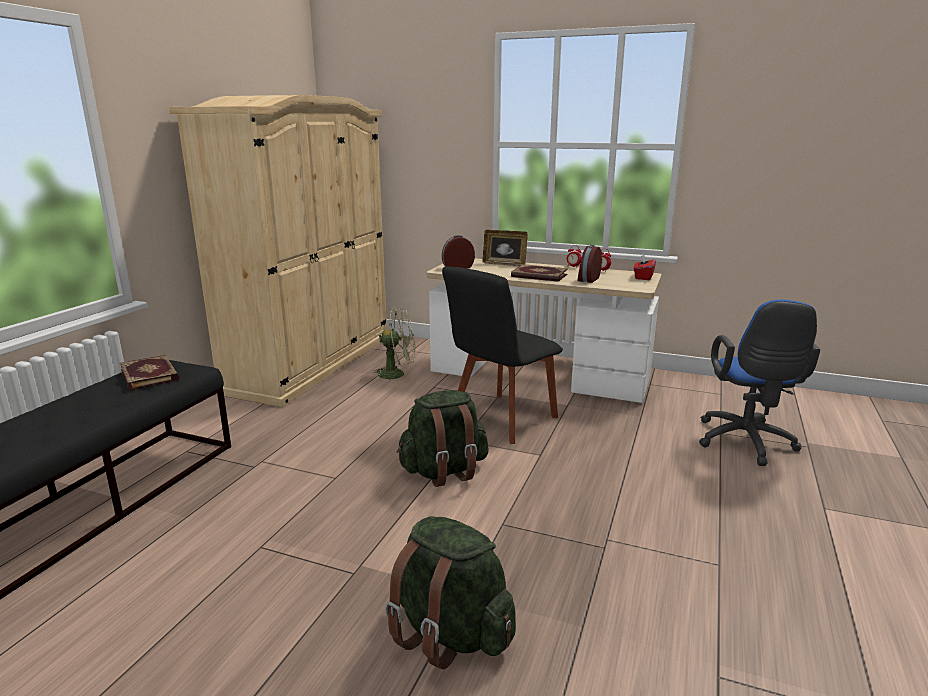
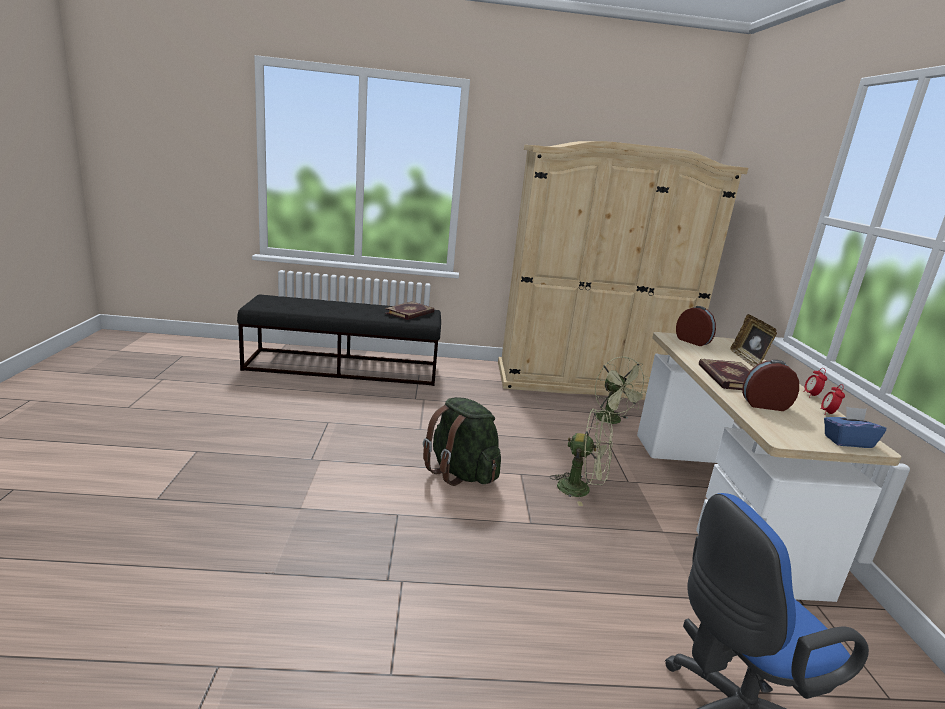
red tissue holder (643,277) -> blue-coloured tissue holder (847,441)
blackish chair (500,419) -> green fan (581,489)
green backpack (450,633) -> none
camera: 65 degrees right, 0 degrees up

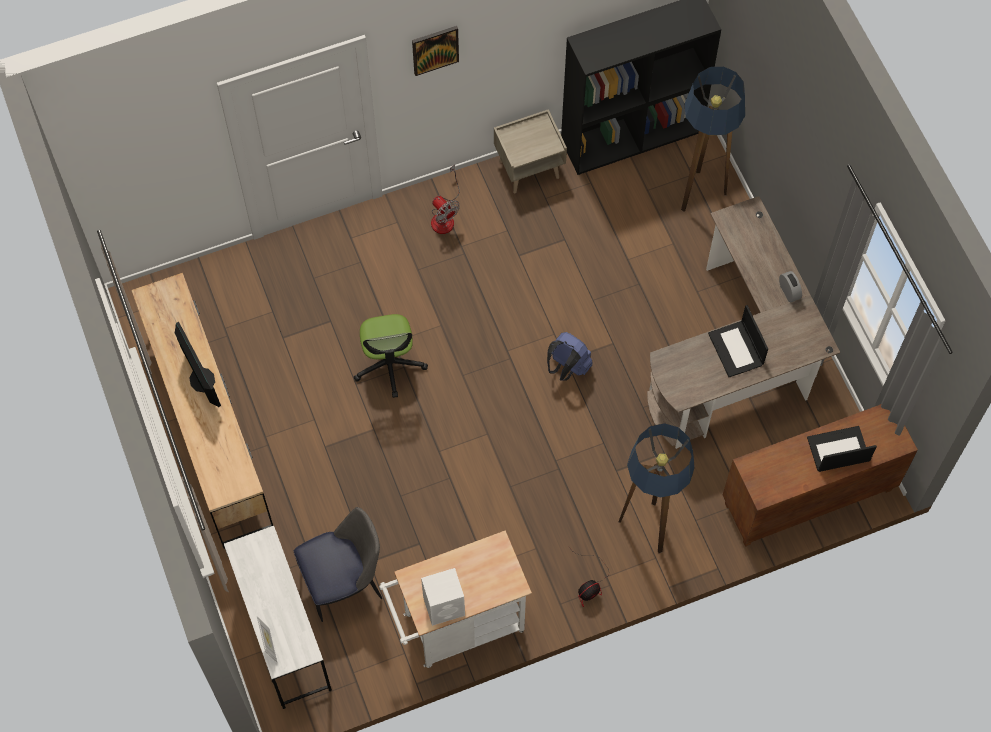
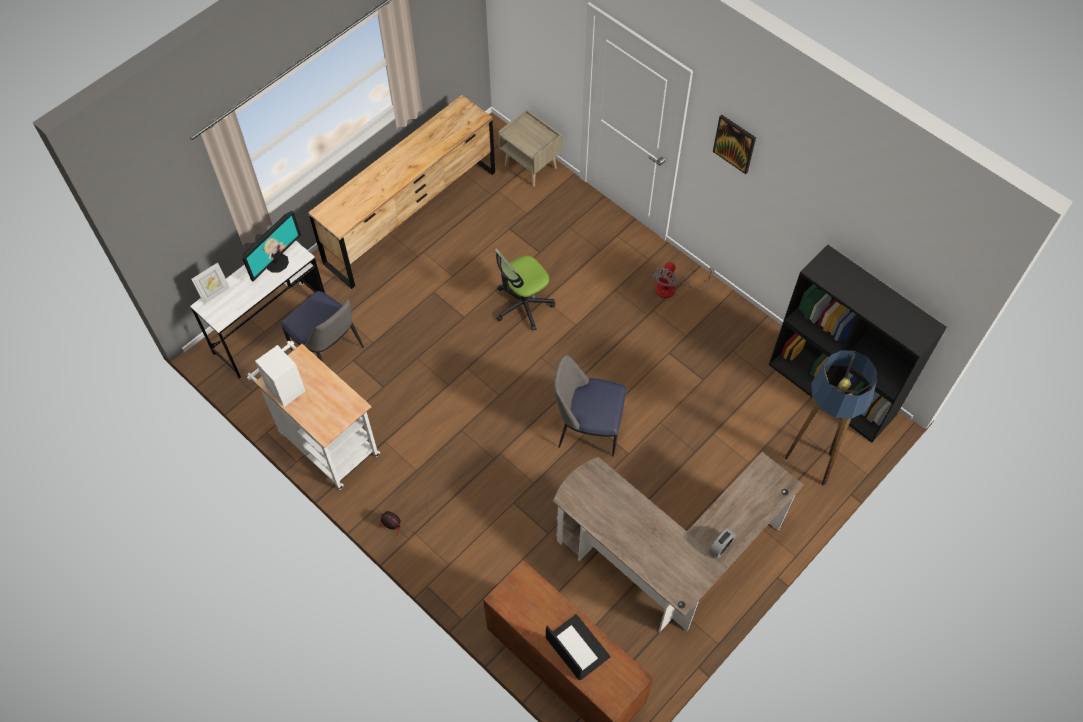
beige nightstand (529,168) -> beige nightstand (531,166), move
portable computer (736,349) -> none
computer screen (201,380) -> computer screen (277,262), move
blue-coloured backpack (567,367) -> chair (587,428)
standing lamp (647,530) -> none
camera: 65 degrees right, 5 degrees down

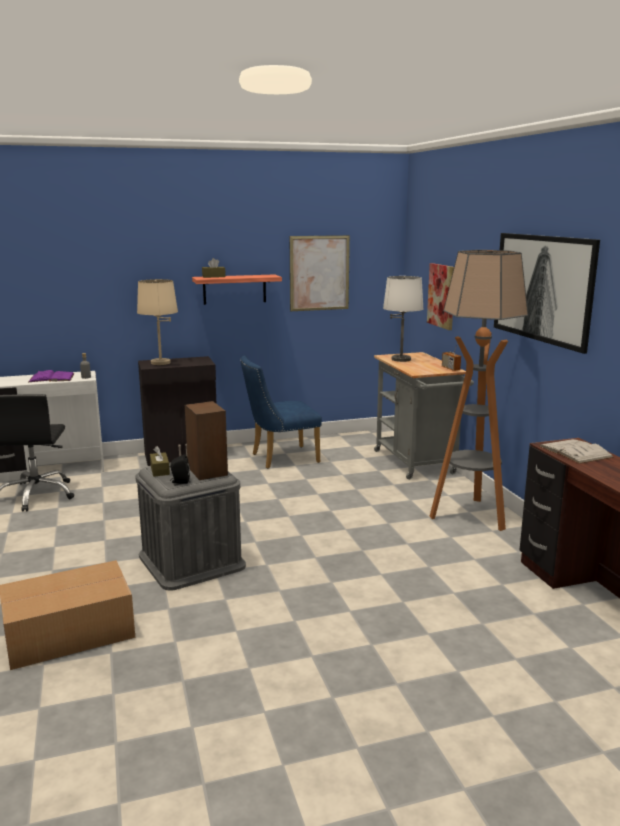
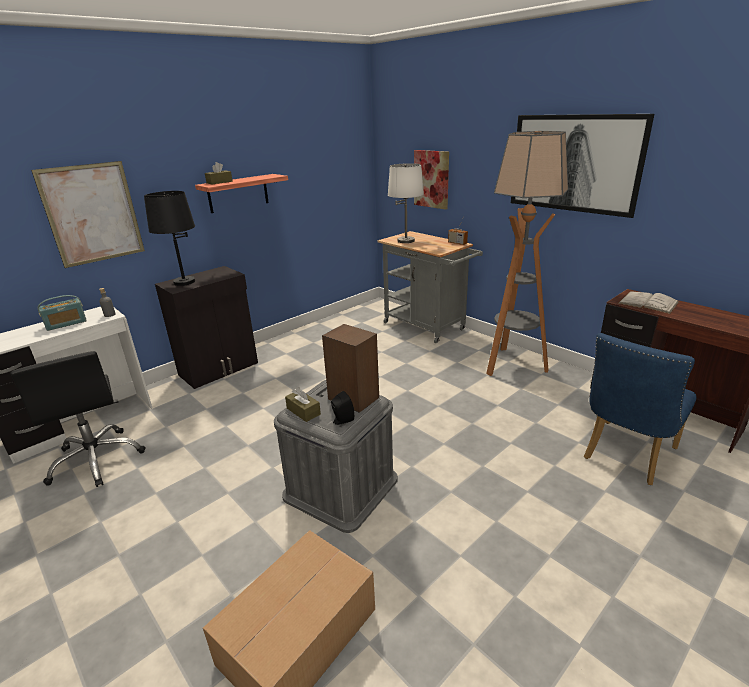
picture (319,273) -> picture (92,214), move
beige table lamp (160,363) -> blackish table lamp (184,282)
blue-coloured chair (280,458) -> blue-coloured chair (625,456), move
purple book (51,378) -> radio receiver (66,324)
camera: 25 degrees left, 10 degrees up

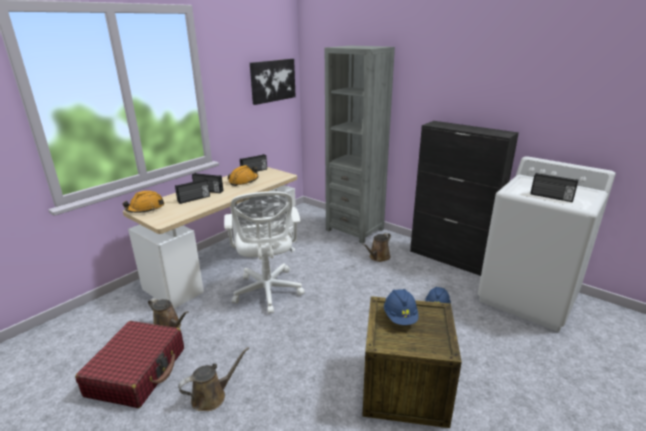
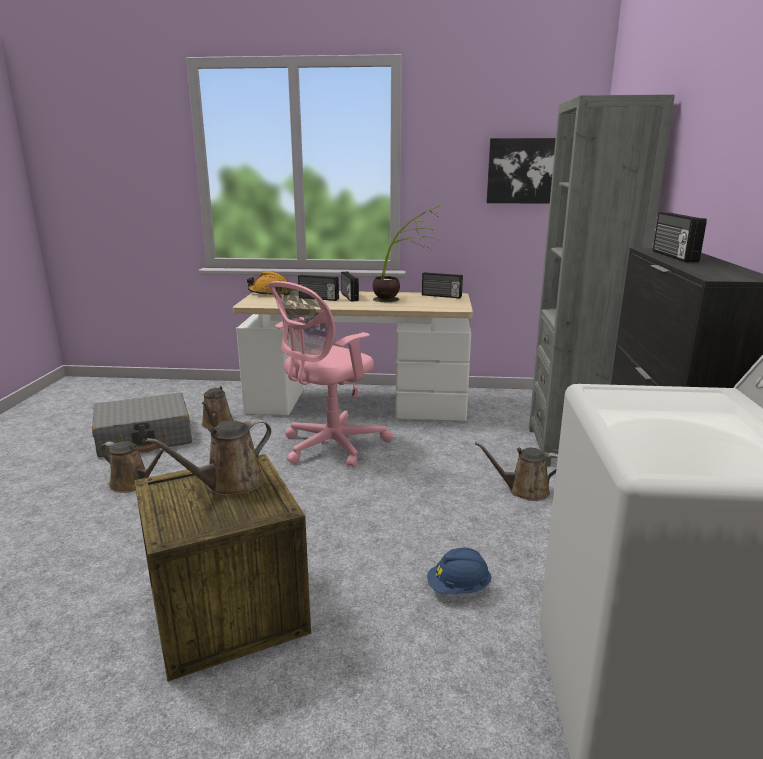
orangey safety helmet (243,181) -> potted plant (402,300)
radio receiver (551,197) -> radio receiver (673,256), move
white office chair (268,293) -> pinkish office chair (330,447)
blue-coloured safety helmet (400,317) -> brown-coloured watering can (229,484)
red travel case (137,371) -> grey travel case (145,437)
camera: 55 degrees right, 5 degrees down

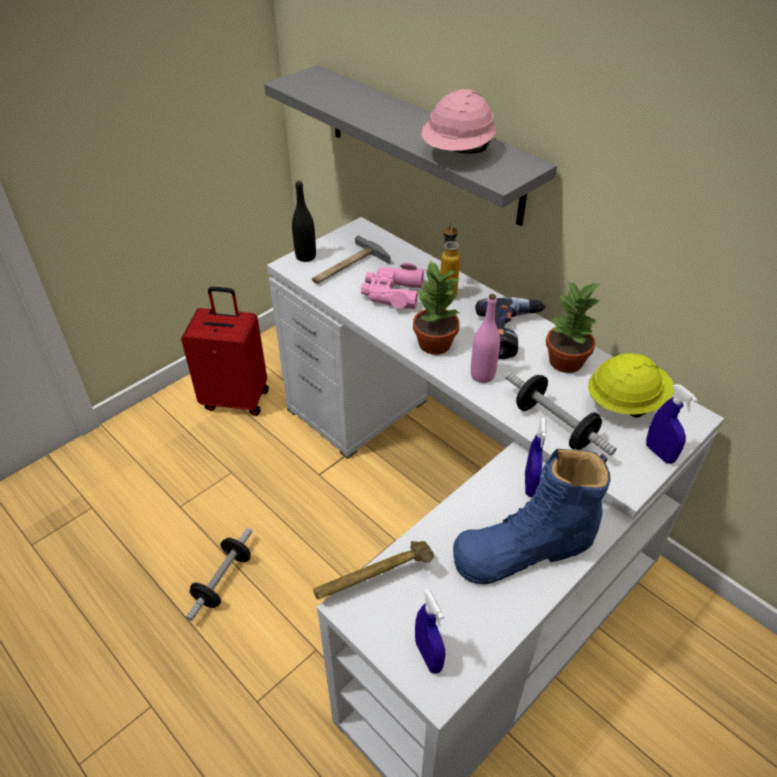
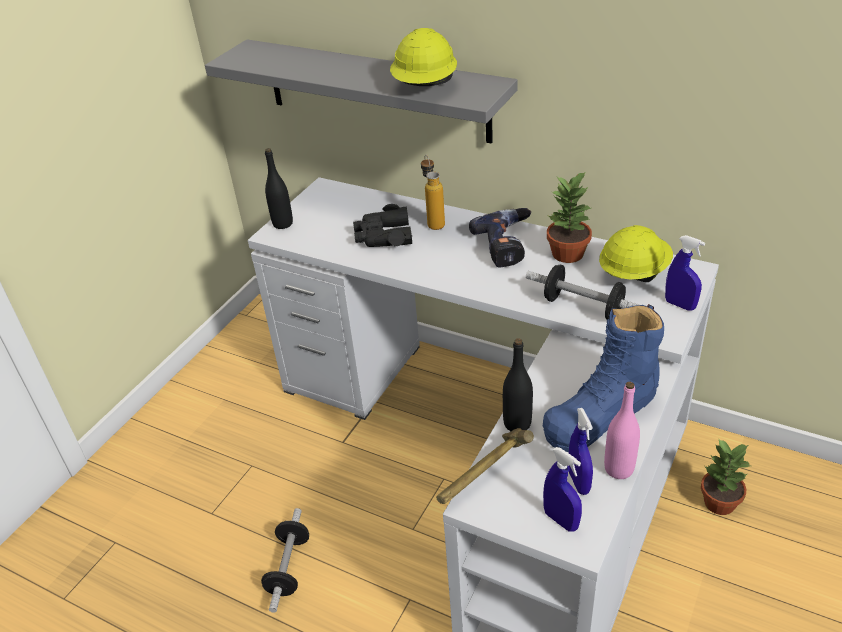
pinkish safety helmet (457,152) -> yellowish safety helmet (425,86)
hammer (347,267) -> none
potted plant (434,343) -> potted plant (718,502), move
pinkish pair of binoculars (392,293) -> blackish pair of binoculars (383,236)
red travel case (236,398) -> none
pinkish drink bottle (482,375) -> pinkish drink bottle (619,469), move
blue-coloured hand sprayer (530,485) -> blue-coloured hand sprayer (578,482), move
none -> blackish drink bottle (517,423)
camera: 15 degrees left, 5 degrees down

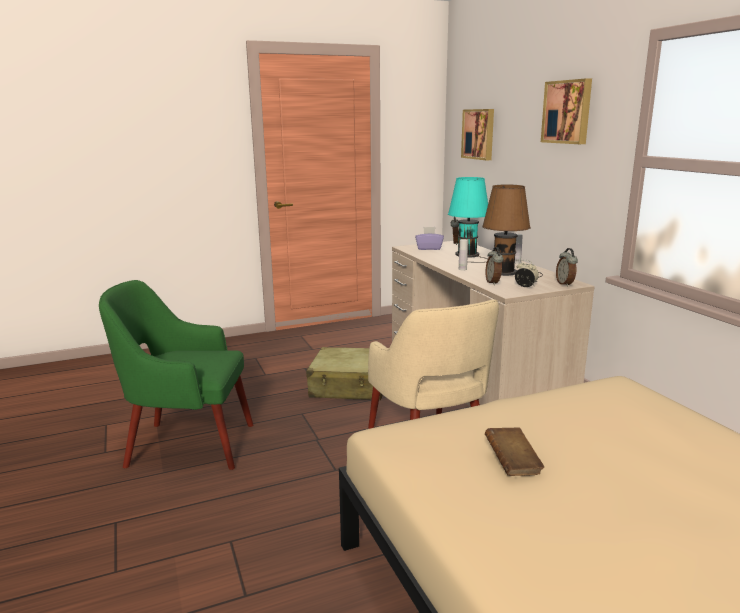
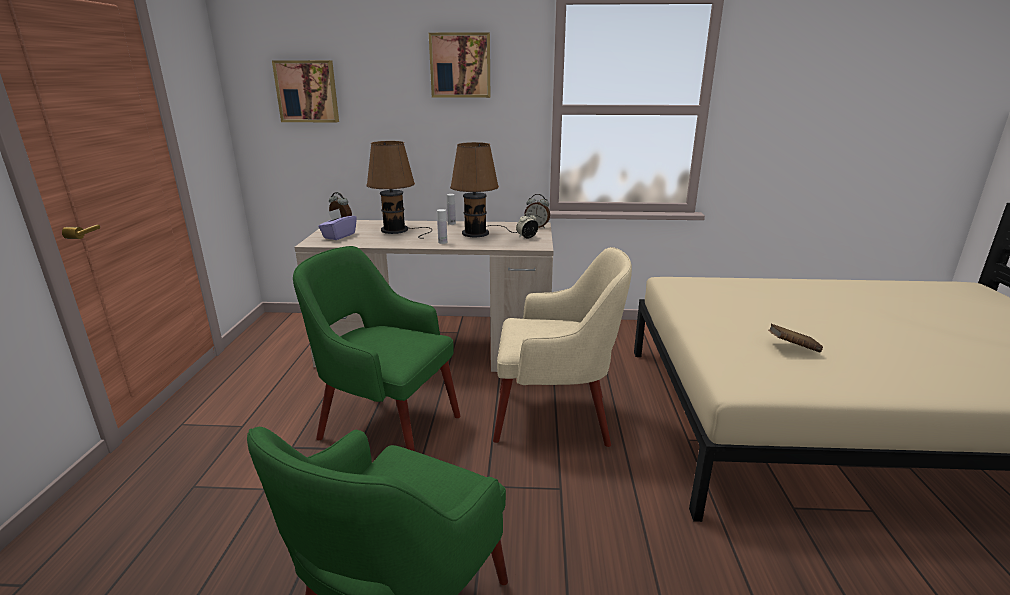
turquoise-coloured table lamp (468,255) -> brown-coloured table lamp (398,230)
table clock (493,283) -> none
beige travel case (350,386) -> green easy chair (386,426)
camera: 65 degrees left, 5 degrees up

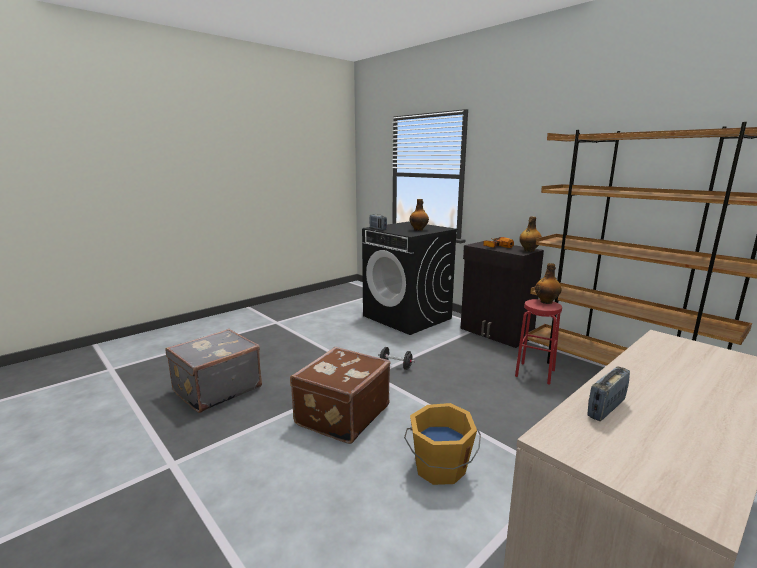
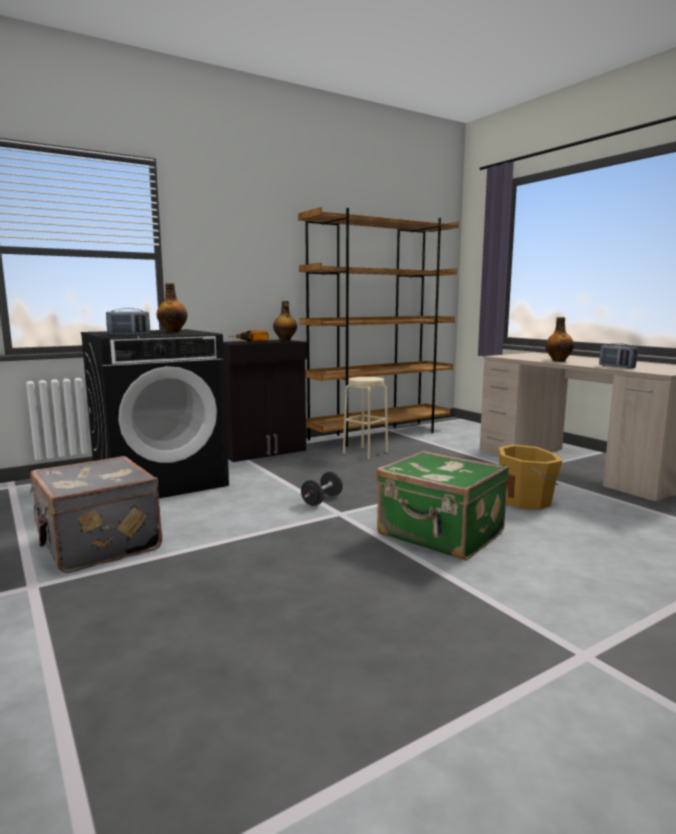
drink bottle (546,302) -> drink bottle (558,361), move
red sitting stool (535,373) -> beige sitting stool (365,453)
grey travel case (216,389) -> grey travel case (97,545), move
brown-coloured travel case (341,415) -> green travel case (440,535)
camera: 80 degrees left, 5 degrees down

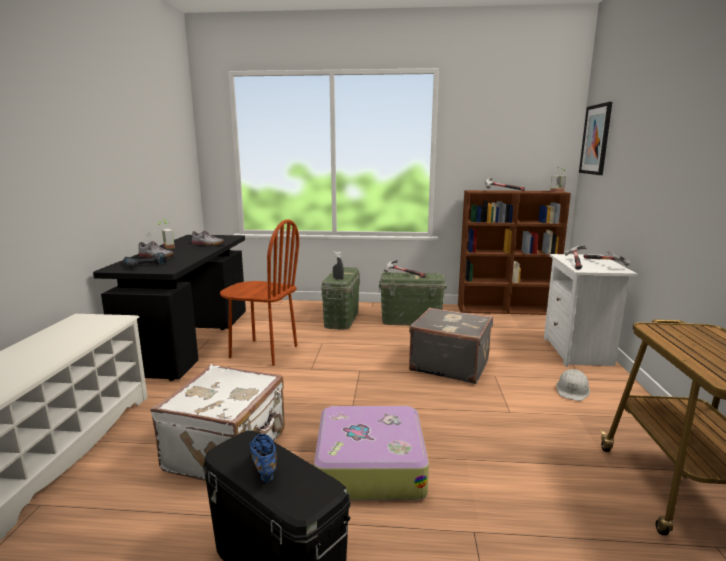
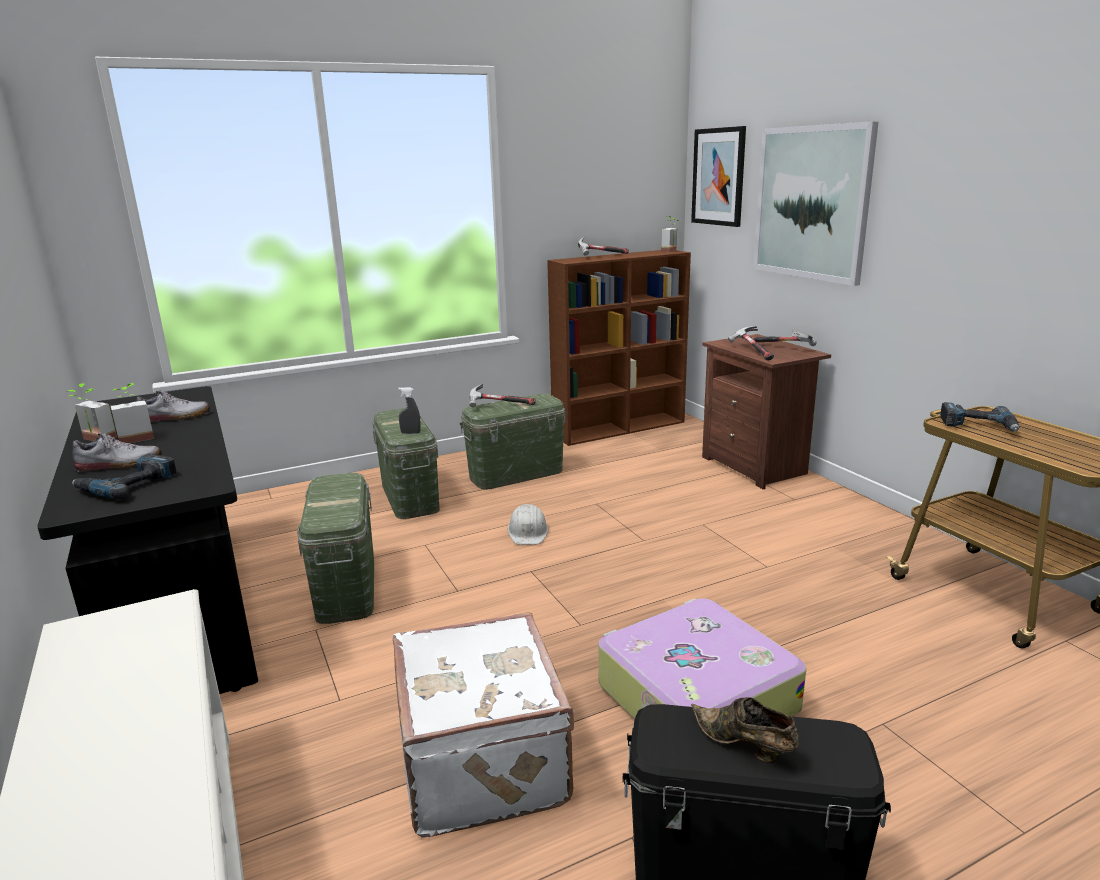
brown-coloured chair (263,352) -> green storage bin (346,587)
white nightstand (578,352) -> brown-coloured nightstand (756,466)
grey travel case (449,365) -> none
white safety helmet (572,390) -> white safety helmet (528,532), move
blue-coloured item of footwear (265,468) -> brown-coloured item of footwear (744,746)
none -> picture (811,203)
none -> potted plant (136,437)
none -> drill (978,425)
camera: 30 degrees left, 5 degrees up

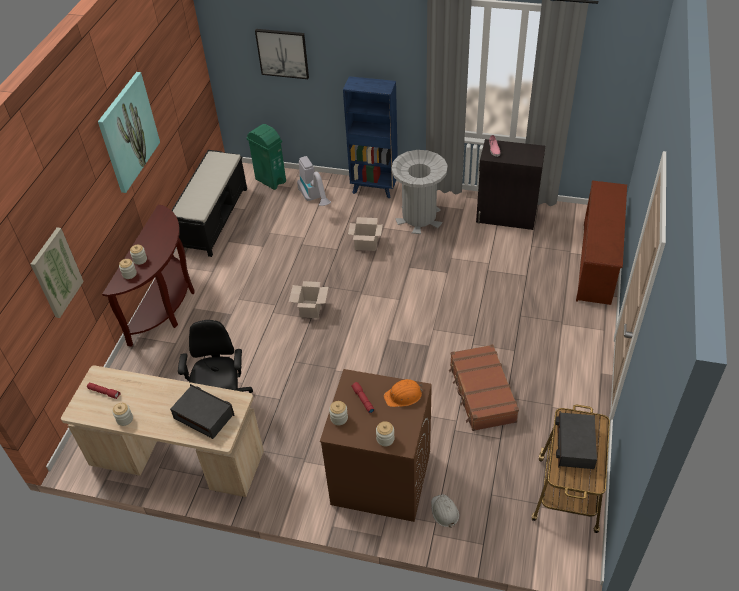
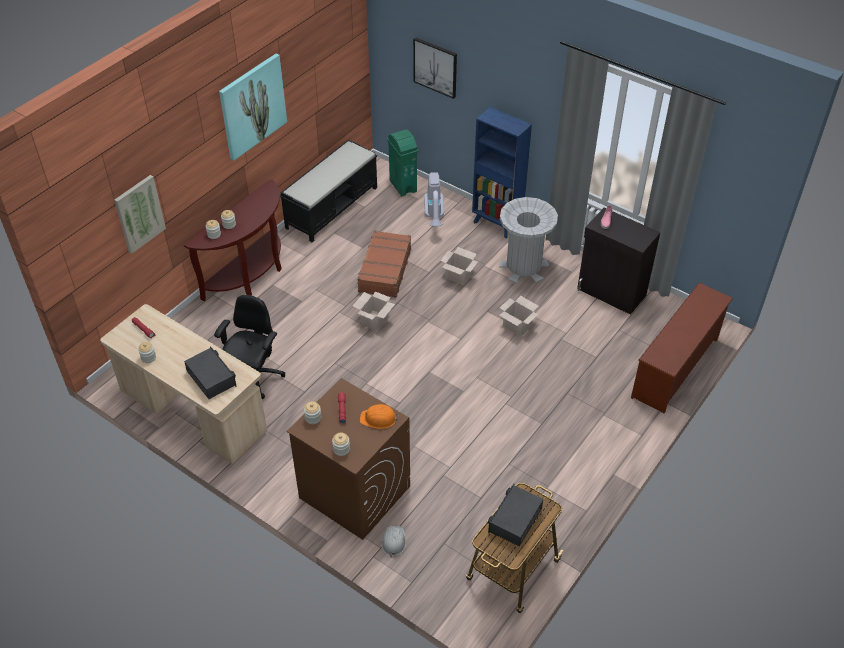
brown-coloured travel case (481,393) -> brown-coloured travel case (384,270), move
none -> carton (518,326)
camera: 20 degrees right, 0 degrees up

